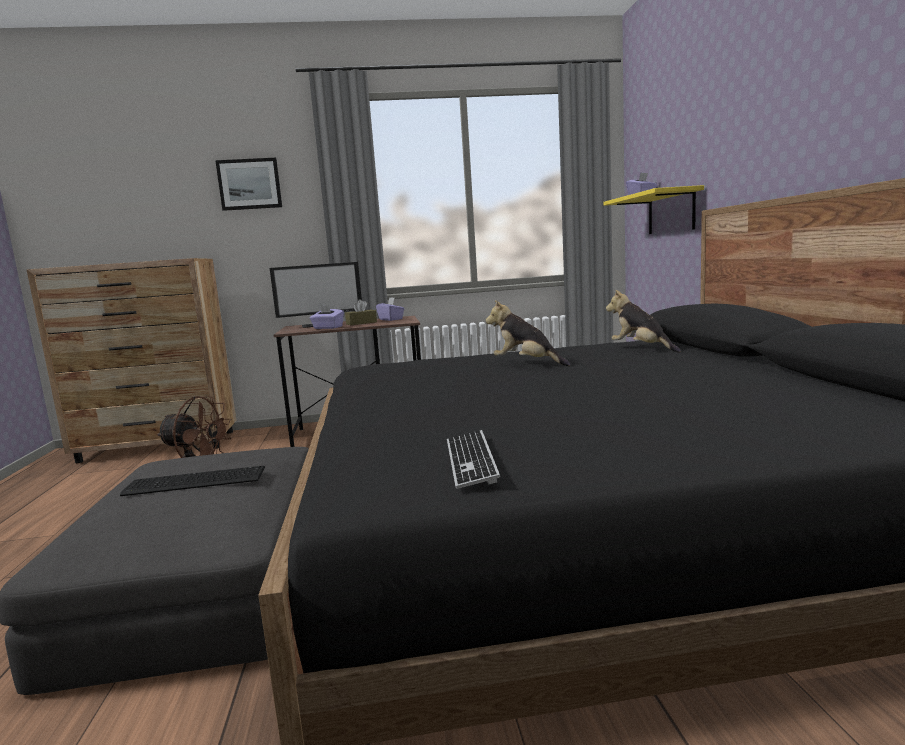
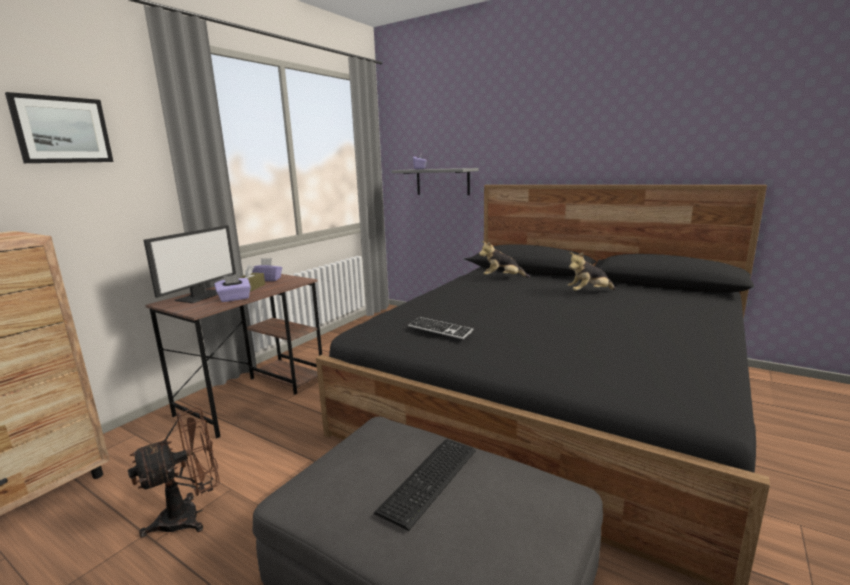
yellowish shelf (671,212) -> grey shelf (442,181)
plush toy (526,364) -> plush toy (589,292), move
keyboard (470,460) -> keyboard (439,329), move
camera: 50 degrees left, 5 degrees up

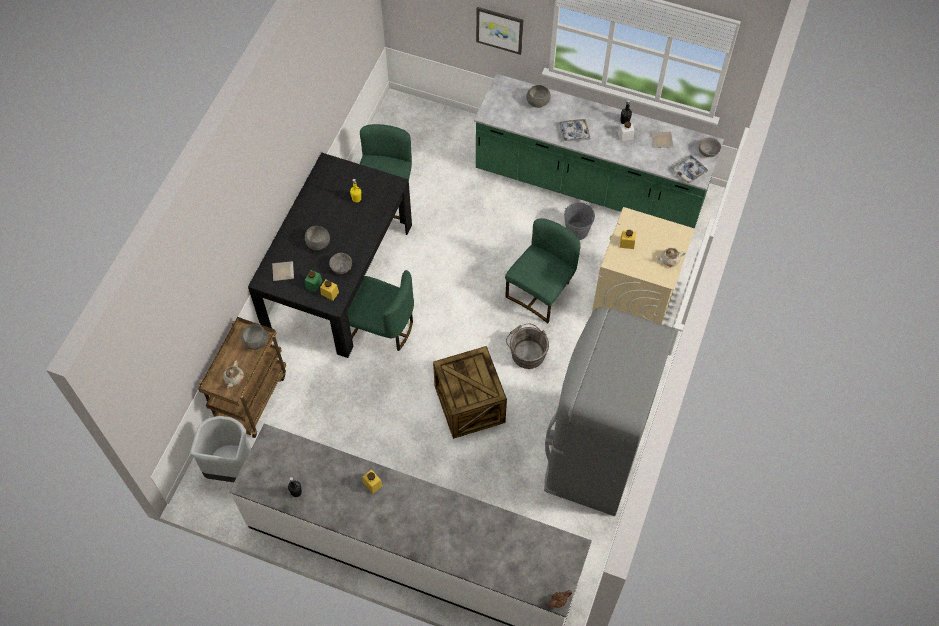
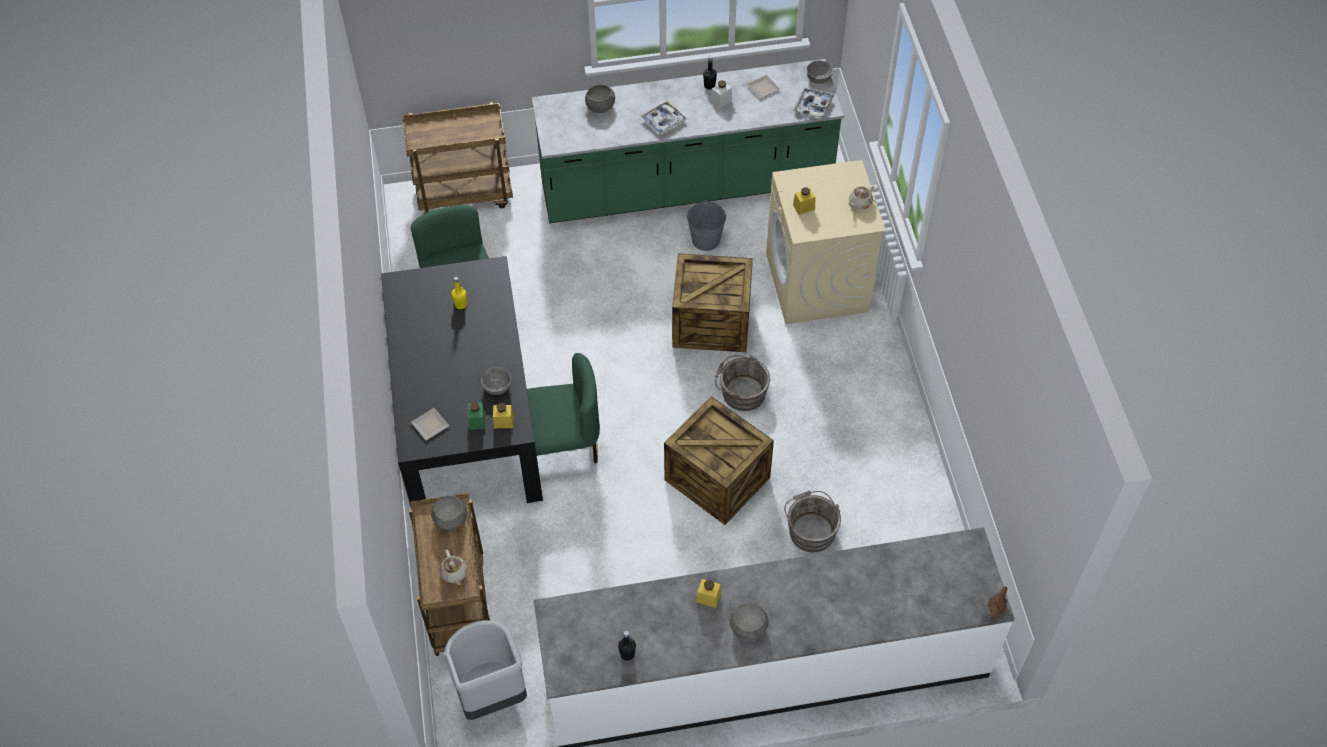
picture (499,29) -> none
green chair (541,292) -> shipping crate (712,322)
grey deep dish (318,243) -> grey deep dish (748,628), move
grey kitchen fridge (593,455) -> none
none -> brown-coloured wheeled cart (465,194)
none -> grey bucket (810,529)
camera: 30 degrees left, 5 degrees down

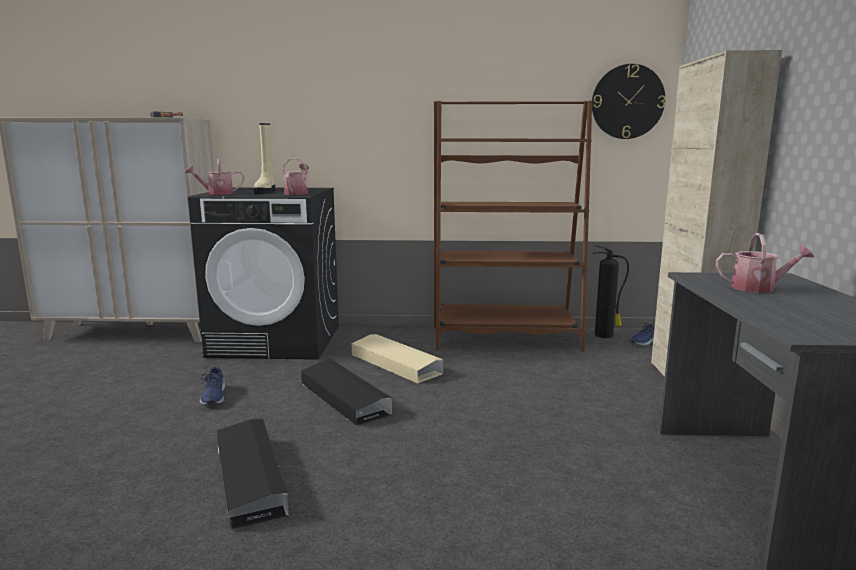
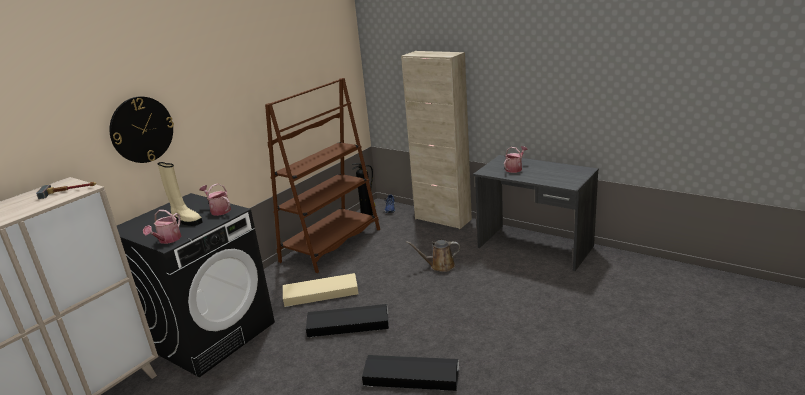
wall clock (627,102) -> wall clock (141,129), move
blue-coloured item of footwear (213,396) -> none
none -> brown-coloured watering can (439,266)
camera: 55 degrees left, 10 degrees up

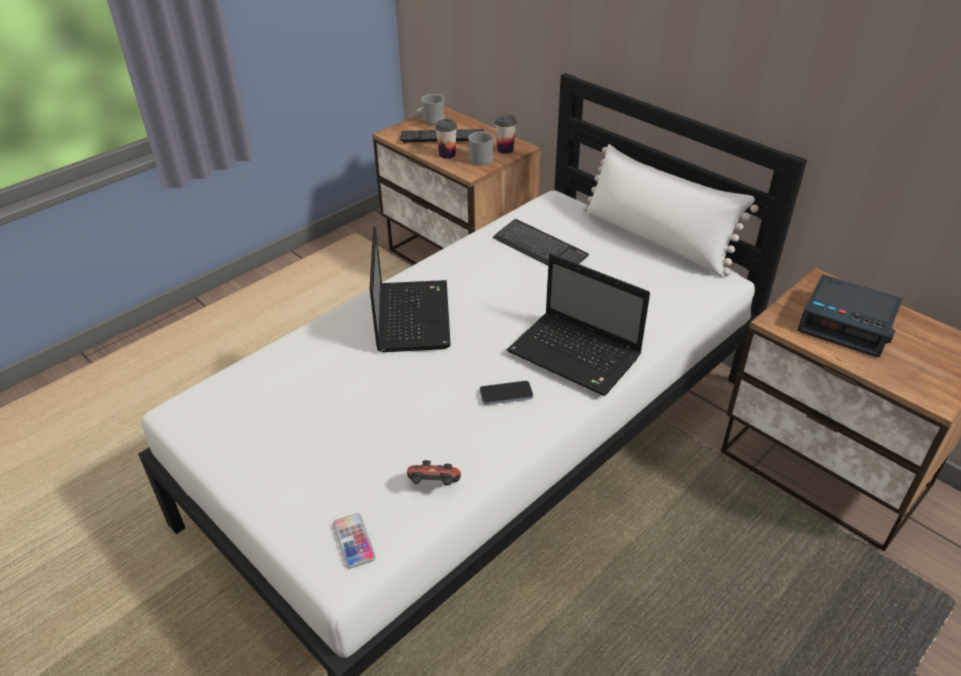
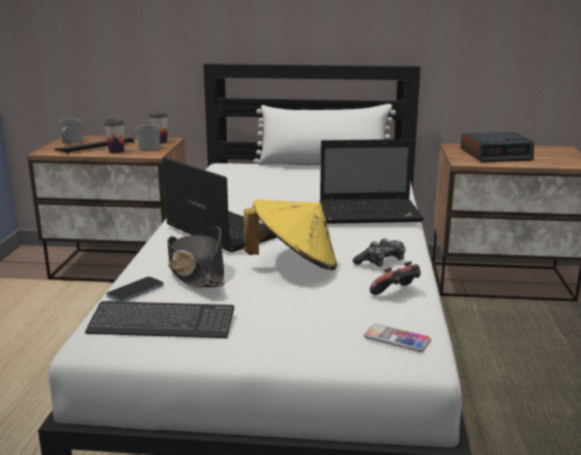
keyboard (539,248) -> keyboard (162,323), move
telephone (506,394) -> telephone (135,291), move
none -> yellowish wearable hat (294,265)
none -> blackish wearable hat (196,272)
none -> game controller (381,262)
camera: 40 degrees left, 20 degrees down

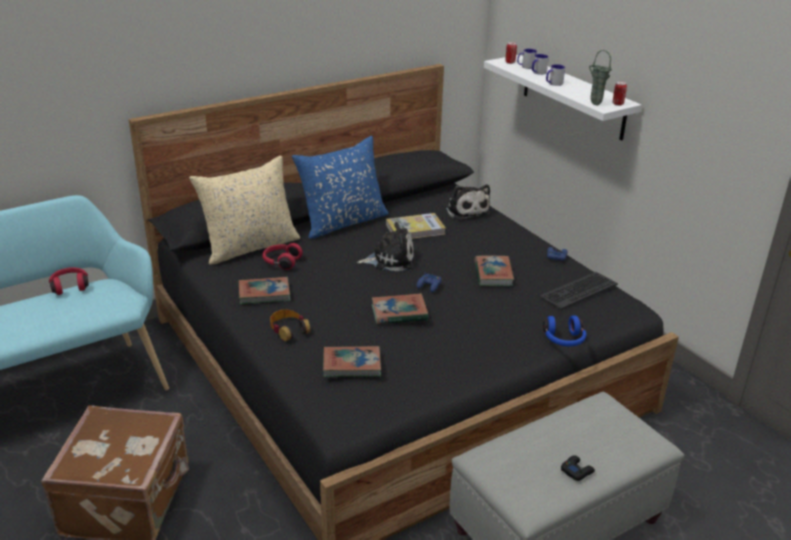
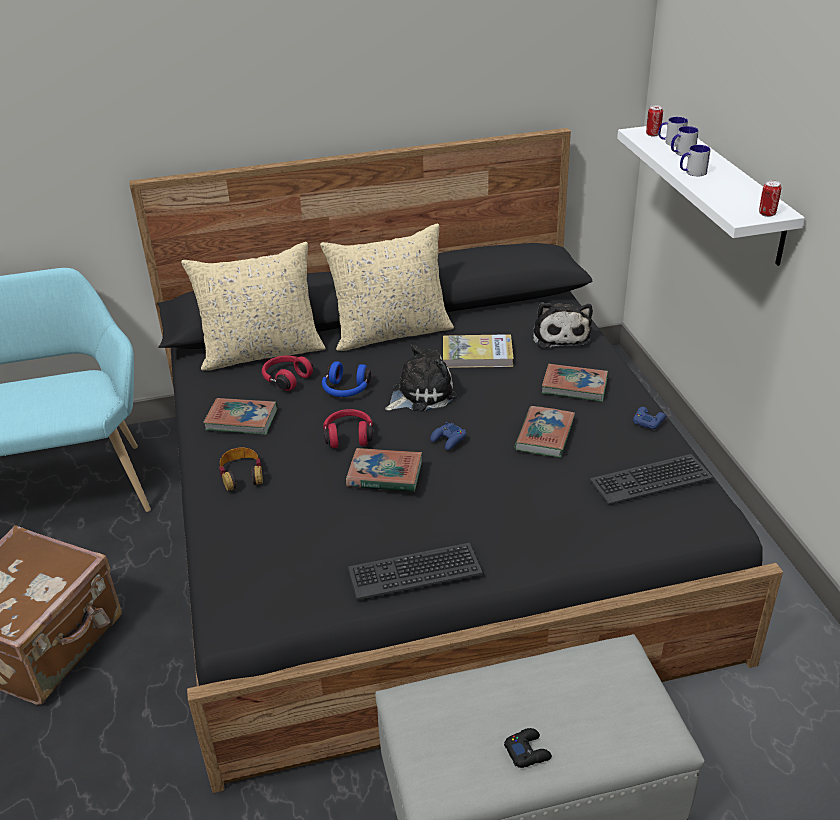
green vase (594,104) -> none
blue-coloured throw pillow (342,222) -> beige throw pillow (391,332)
plush toy (390,260) -> plush toy (420,394), 45 degrees counterclockwise
red pair of headphones (70,286) -> red pair of headphones (348,436), move
blue-coloured pair of headphones (564,340) -> blue-coloured pair of headphones (346,390), move
book (352,365) -> book (574,386), move
none -> keyboard (414,571)
camera: 20 degrees right, 5 degrees up

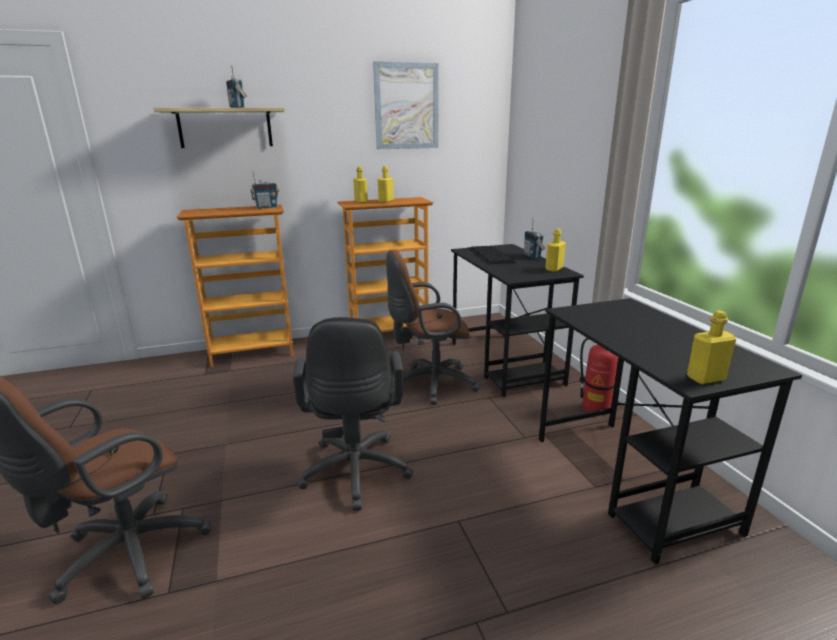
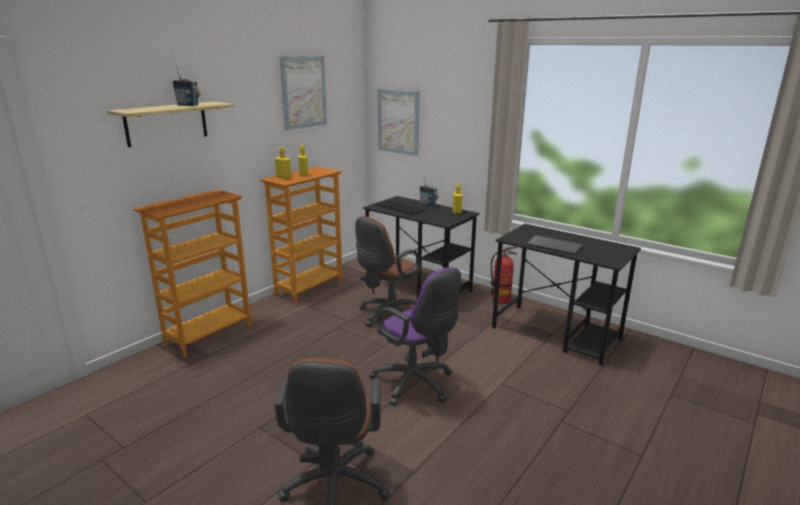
radio receiver (266,207) -> none
yellowish drink bottle (705,378) -> none
blackish office chair (355,475) -> purple office chair (416,385)
none -> picture (398,121)
none -> keyboard (555,246)
camera: 35 degrees left, 0 degrees up

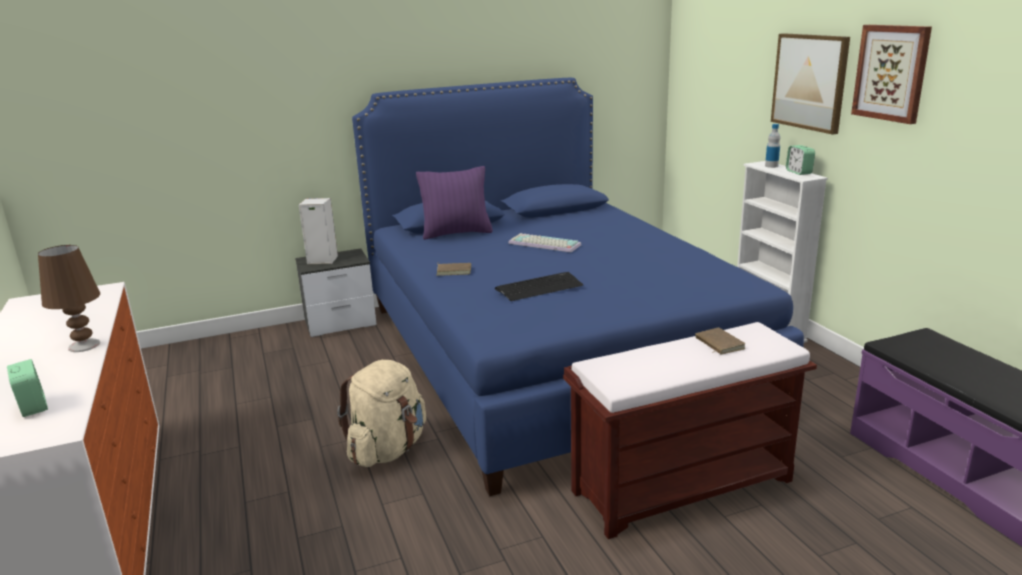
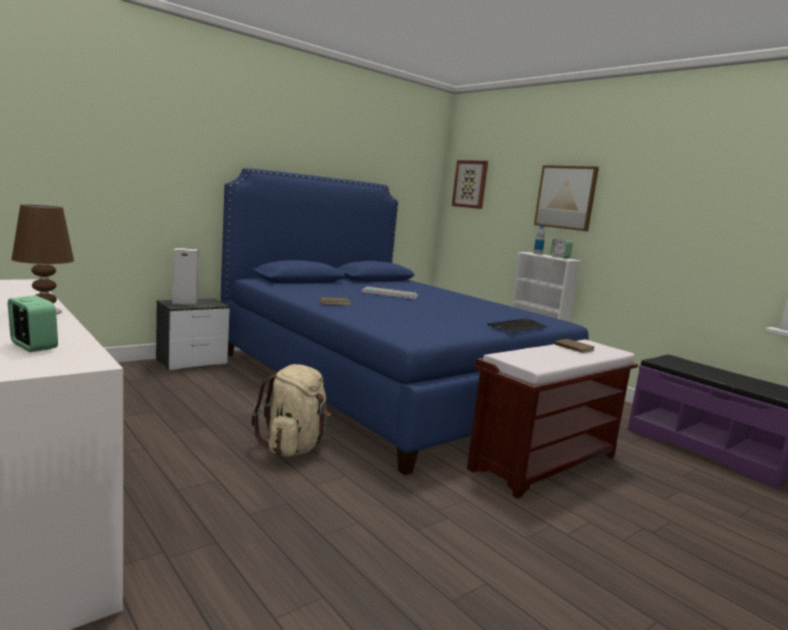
picture (891,73) -> picture (470,184), move
purple throw pillow (456,233) -> none
keyboard (539,287) -> keyboard (517,326), move
camera: 20 degrees left, 10 degrees down

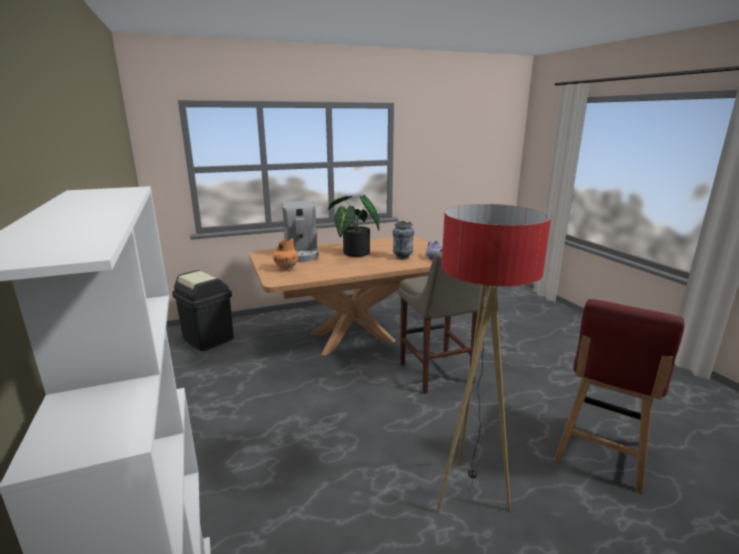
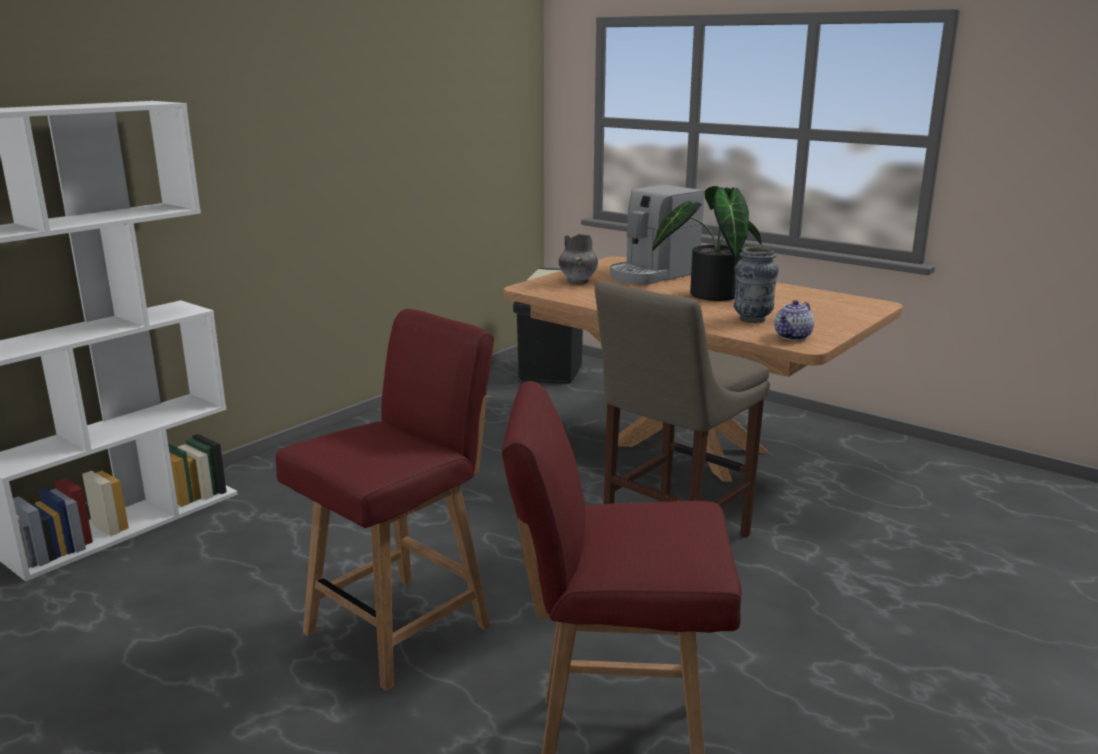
standing lamp (468,494) -> red chair (401,627)
orangey vase (286,269) -> grey vase (577,282)
camera: 60 degrees right, 0 degrees up

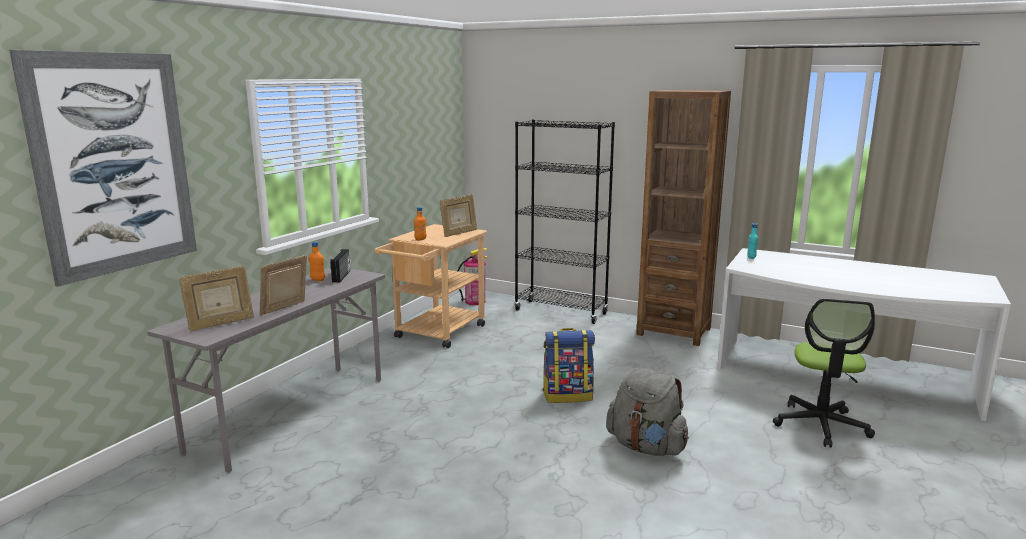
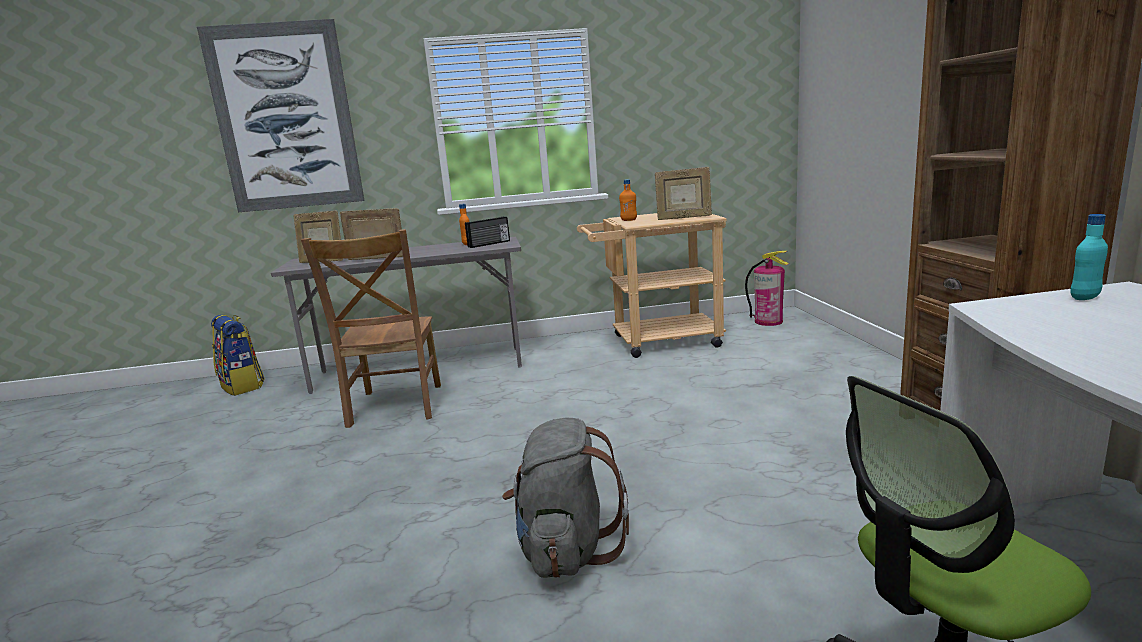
blackish bookcase (561,312) -> none
backpack (568,395) -> backpack (243,386), move
none -> brown-coloured chair (395,407)
camera: 55 degrees right, 0 degrees up

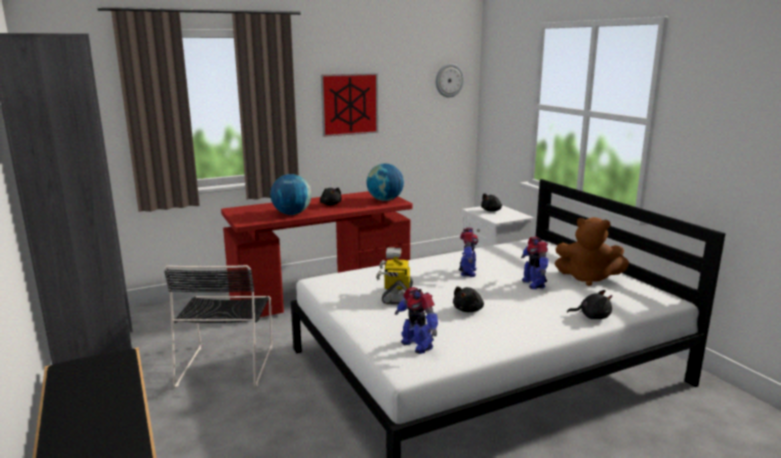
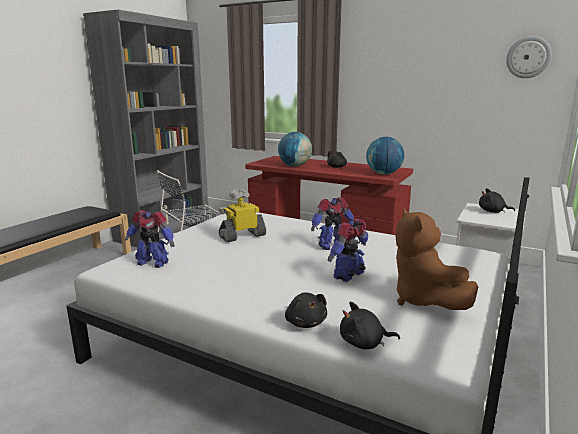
picture (349,104) -> none
blackish plush toy (468,310) -> blackish plush toy (364,343), move
toy robot (417,345) -> toy robot (153,262), 90 degrees counterclockwise
camera: 55 degrees right, 0 degrees up

